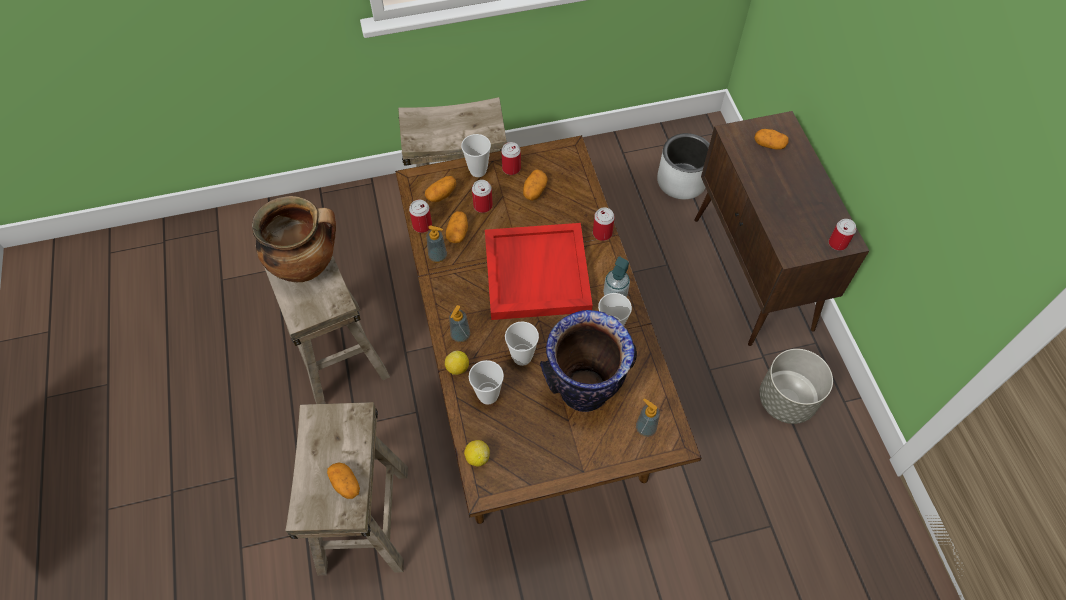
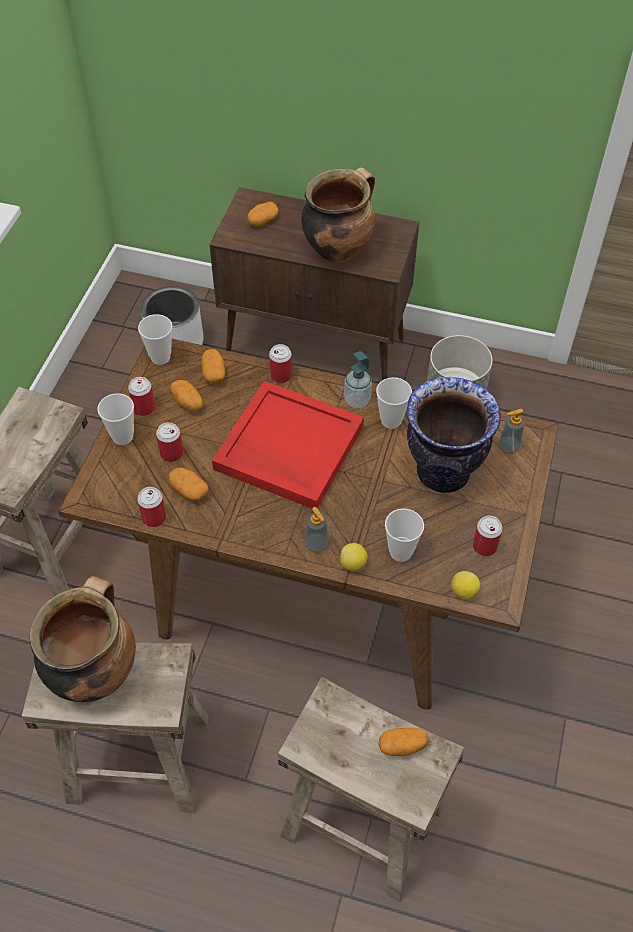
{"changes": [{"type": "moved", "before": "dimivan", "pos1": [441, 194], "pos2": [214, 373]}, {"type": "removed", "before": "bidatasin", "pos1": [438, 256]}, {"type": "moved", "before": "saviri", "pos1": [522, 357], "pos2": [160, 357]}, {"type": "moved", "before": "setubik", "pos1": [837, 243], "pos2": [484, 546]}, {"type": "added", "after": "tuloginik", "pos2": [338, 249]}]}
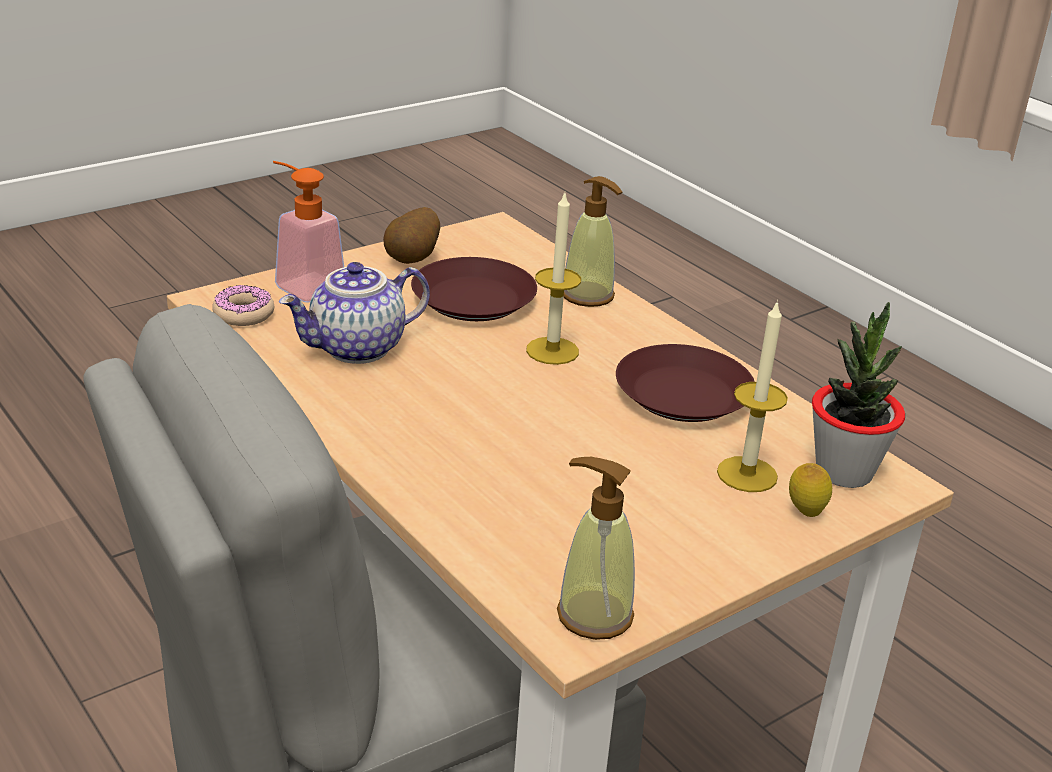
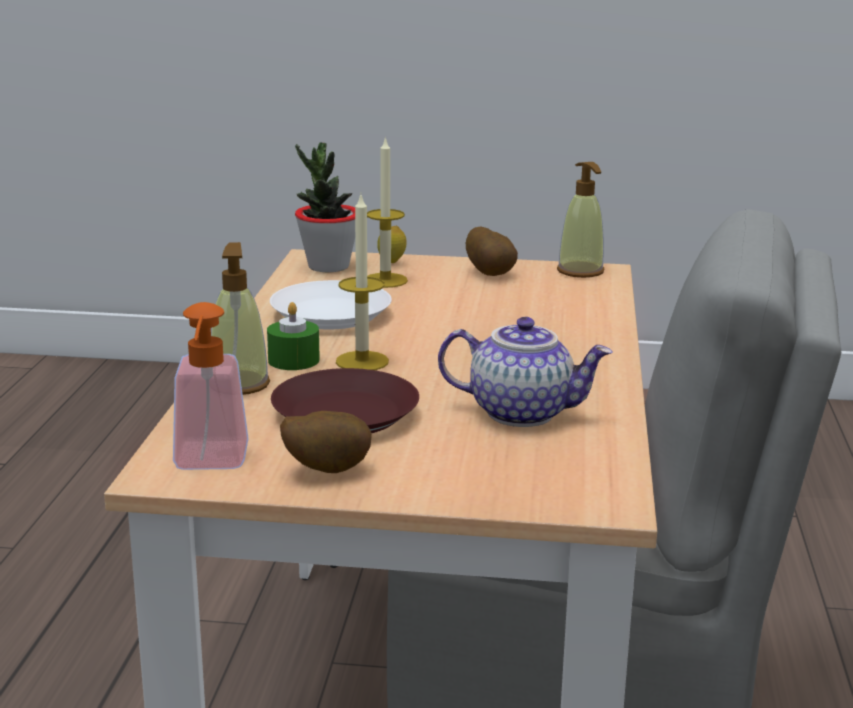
{"changes": [{"type": "removed", "before": "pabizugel", "pos1": [243, 314]}, {"type": "moved", "before": "bidatasin", "pos1": [303, 284], "pos2": [210, 464]}, {"type": "recoloured", "before": "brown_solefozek", "after": "white_solefozek", "pos1": [684, 394], "pos2": [329, 314]}, {"type": "added", "after": "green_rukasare", "pos2": [293, 360]}, {"type": "added", "after": "dimivan", "pos2": [491, 273]}]}
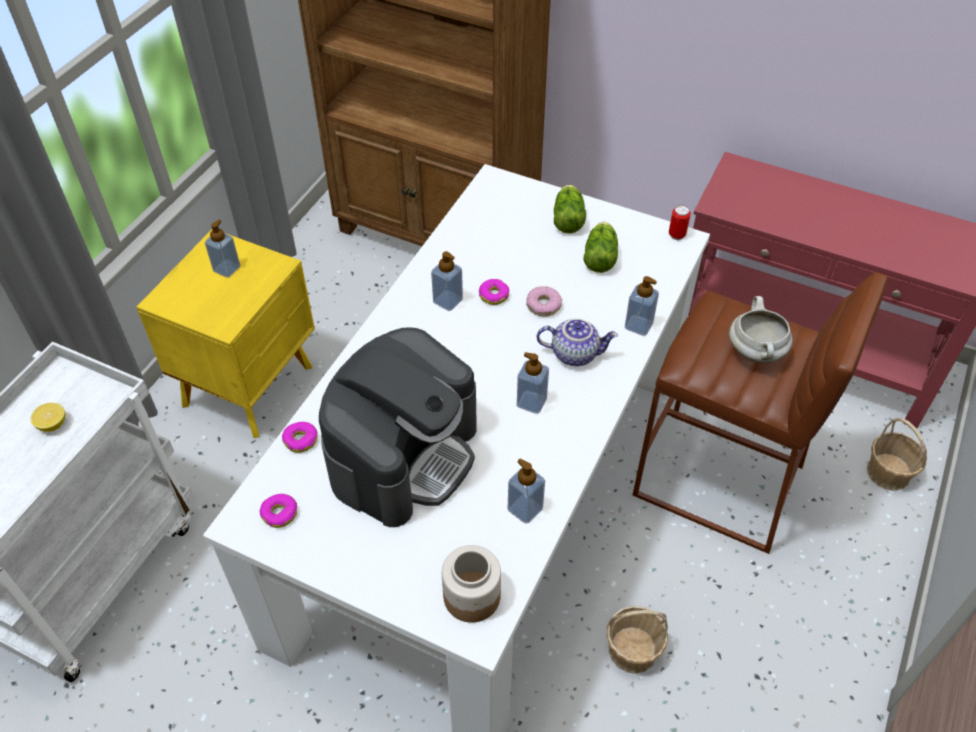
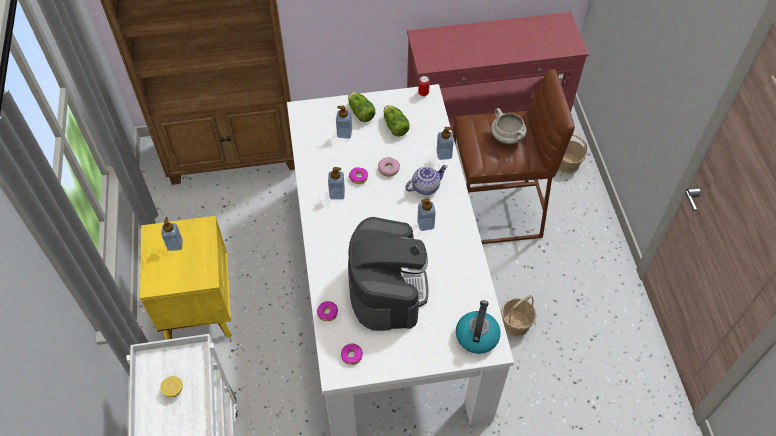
{"changes": [{"type": "replaced", "before": "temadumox", "after": "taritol", "pos1": [471, 596], "pos2": [477, 335]}, {"type": "moved", "before": "bidatasin", "pos1": [525, 509], "pos2": [344, 133]}]}
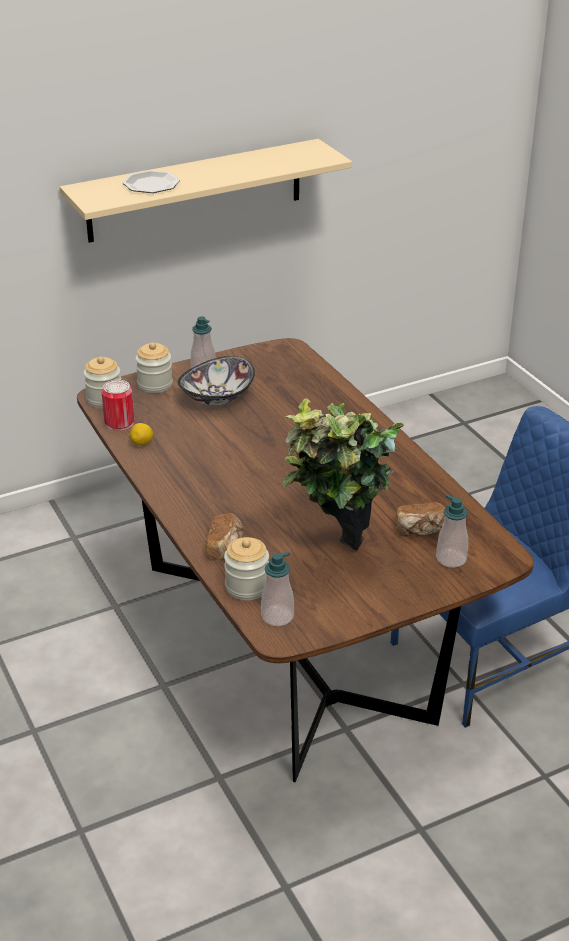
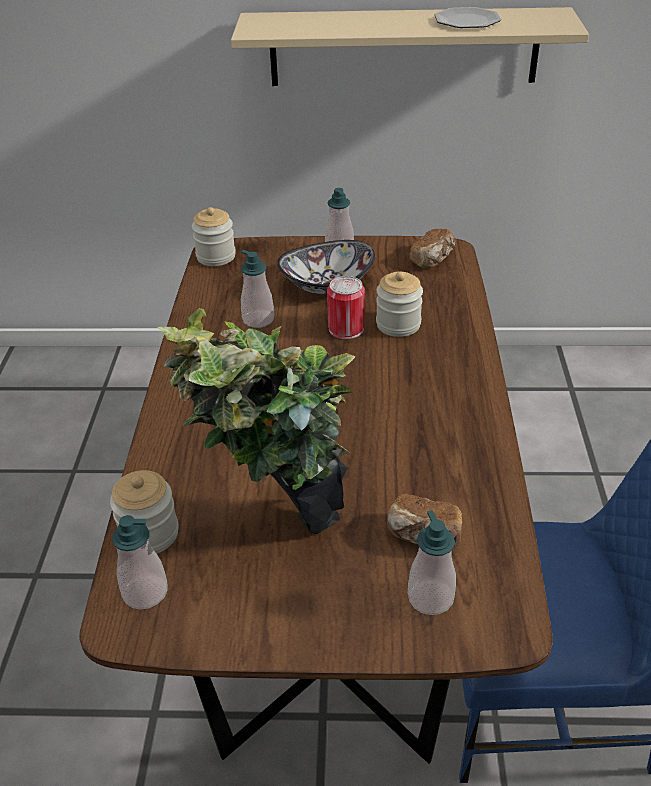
{"changes": [{"type": "moved", "before": "setubik", "pos1": [119, 422], "pos2": [346, 328]}, {"type": "moved", "before": "solefozek", "pos1": [151, 184], "pos2": [466, 21]}, {"type": "removed", "before": "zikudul", "pos1": [142, 444]}, {"type": "moved", "before": "temadumox", "pos1": [155, 385], "pos2": [398, 324]}, {"type": "moved", "before": "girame", "pos1": [225, 547], "pos2": [433, 259]}, {"type": "added", "after": "bidatasin", "pos2": [258, 319]}]}
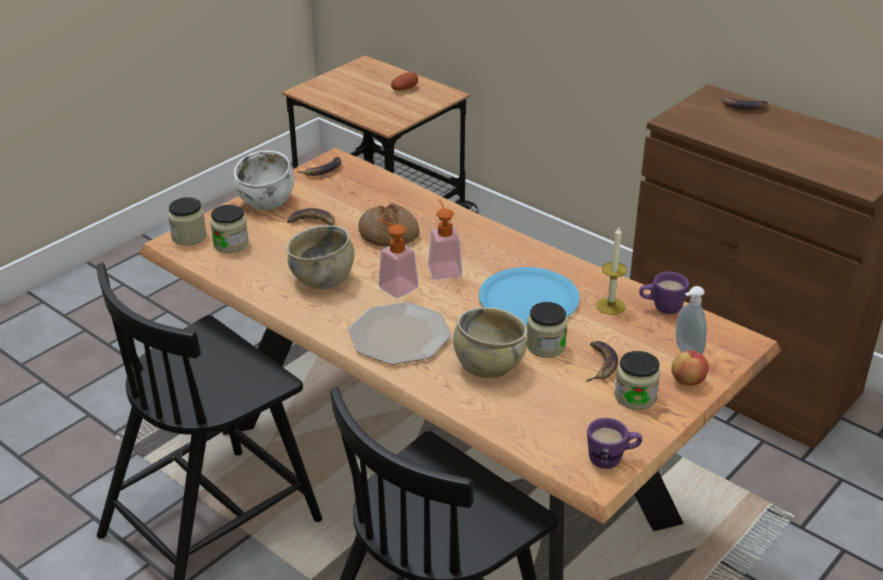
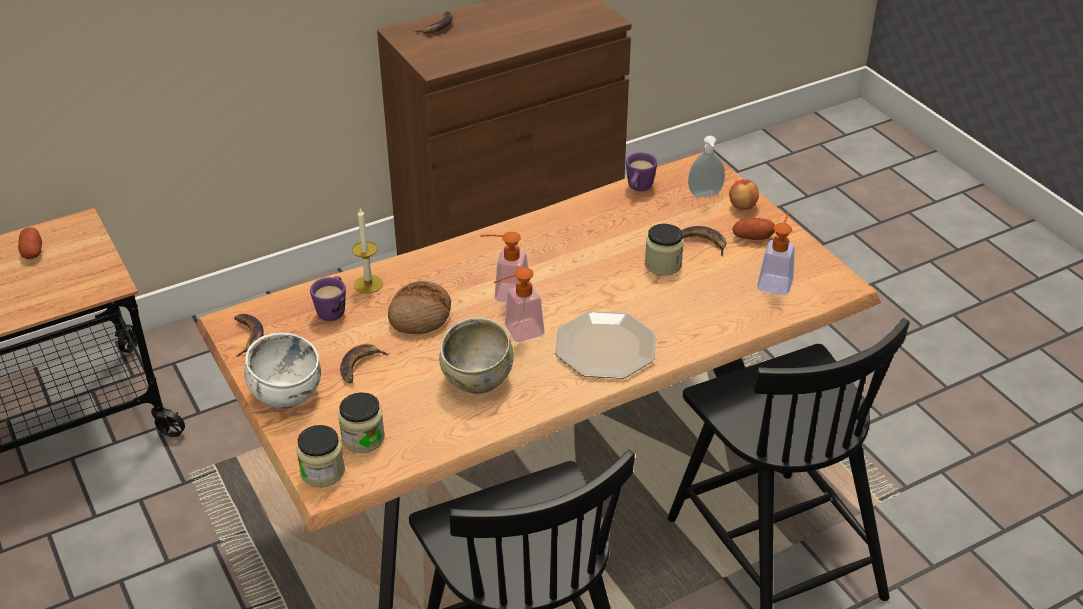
{"changes": [{"type": "removed", "before": "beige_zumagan", "pos1": [488, 365]}, {"type": "removed", "before": "blue_solefozek", "pos1": [528, 299]}, {"type": "moved", "before": "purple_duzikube", "pos1": [612, 459], "pos2": [333, 309]}, {"type": "moved", "before": "rukasare", "pos1": [610, 306], "pos2": [368, 284]}, {"type": "replaced", "before": "temadumox", "after": "dimivan", "pos1": [635, 397], "pos2": [752, 237]}, {"type": "added", "after": "bidatasin", "pos2": [776, 280]}]}
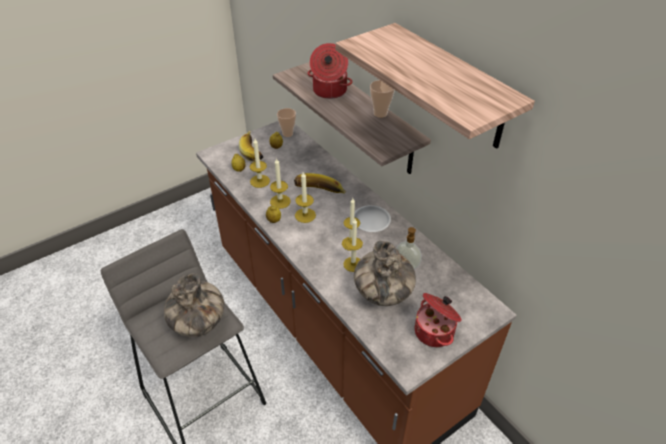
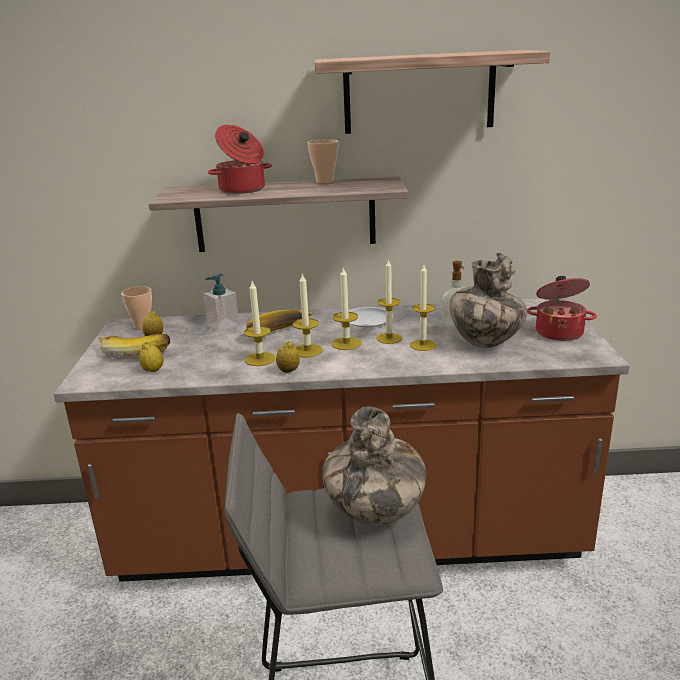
{"changes": [{"type": "moved", "before": "rukasare", "pos1": [260, 181], "pos2": [346, 343]}, {"type": "added", "after": "bidatasin", "pos2": [223, 325]}]}
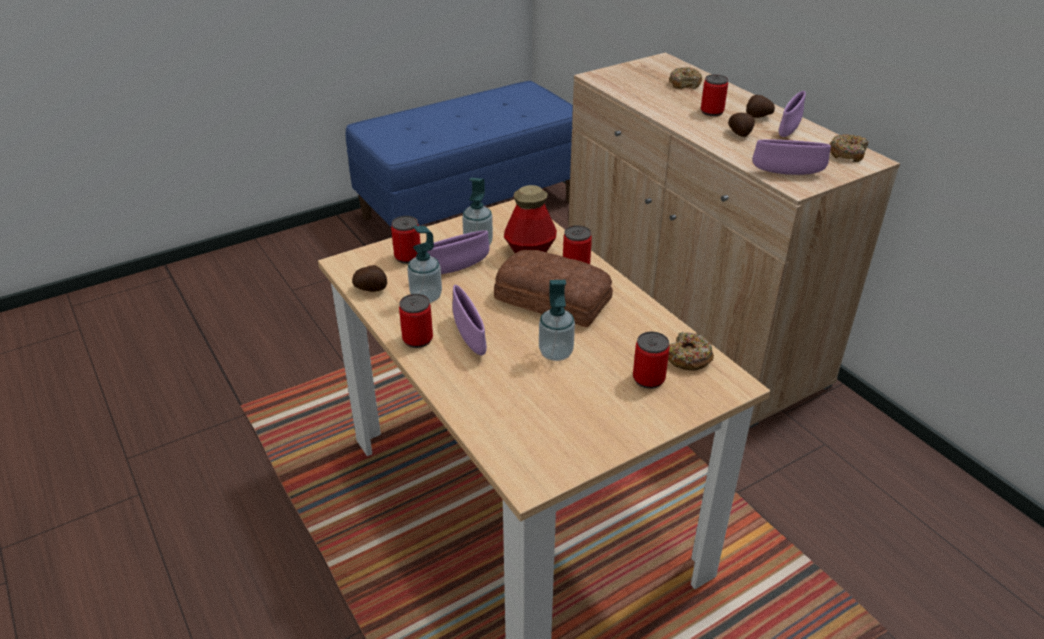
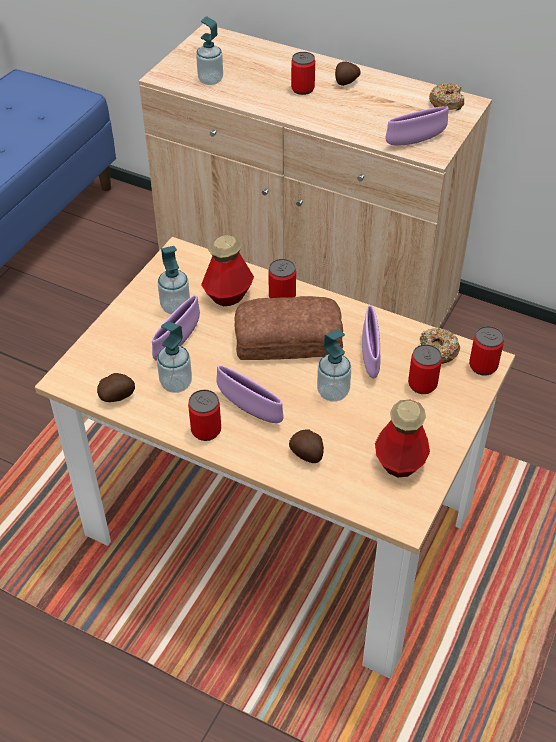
{"changes": [{"type": "moved", "before": "setubik", "pos1": [408, 257], "pos2": [483, 366]}, {"type": "removed", "before": "pabizugel", "pos1": [684, 84]}, {"type": "moved", "before": "dimivan", "pos1": [740, 134], "pos2": [307, 454]}, {"type": "moved", "before": "purple_zumagan", "pos1": [789, 130], "pos2": [370, 356]}, {"type": "added", "after": "bidatasin", "pos2": [210, 80]}, {"type": "added", "after": "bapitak", "pos2": [400, 462]}]}
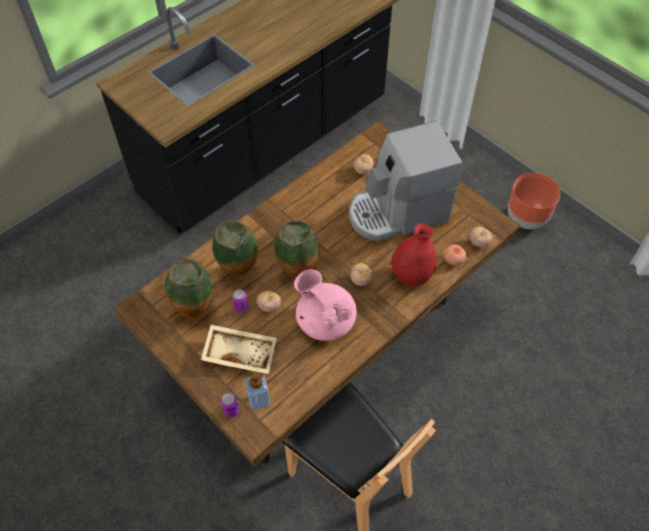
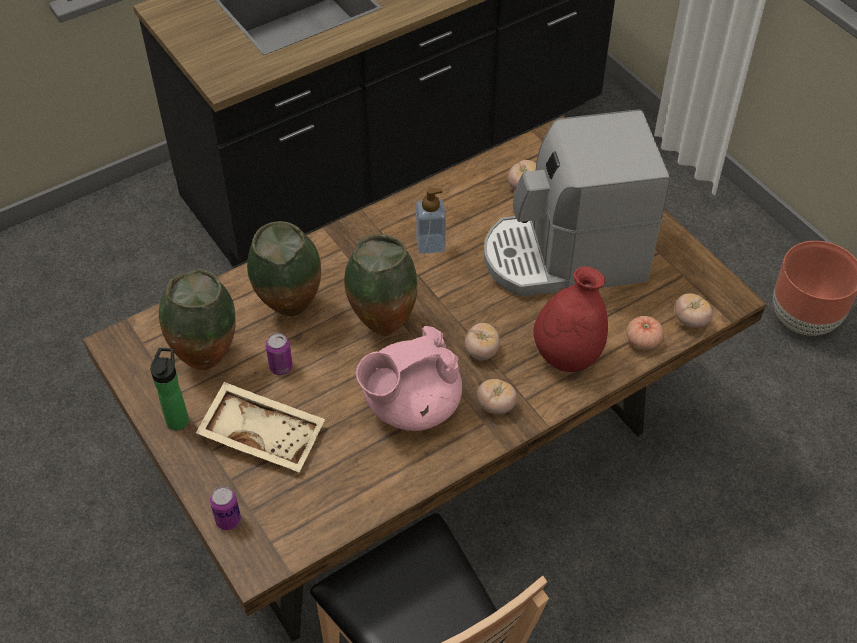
{"changes": [{"type": "moved", "before": "bidatasin", "pos1": [259, 399], "pos2": [430, 244]}, {"type": "moved", "before": "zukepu", "pos1": [269, 306], "pos2": [496, 406]}, {"type": "turned", "before": "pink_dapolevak", "pos1": [325, 321], "pos2": [410, 405], "turn": -90}, {"type": "added", "after": "bapitak", "pos2": [178, 418]}]}
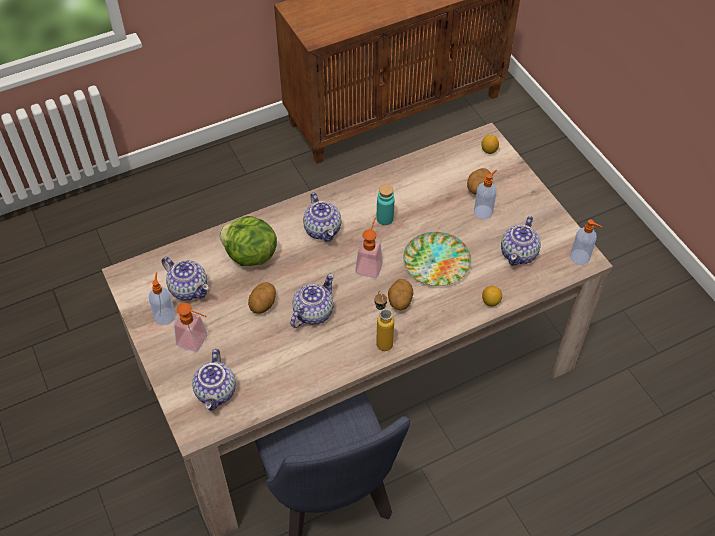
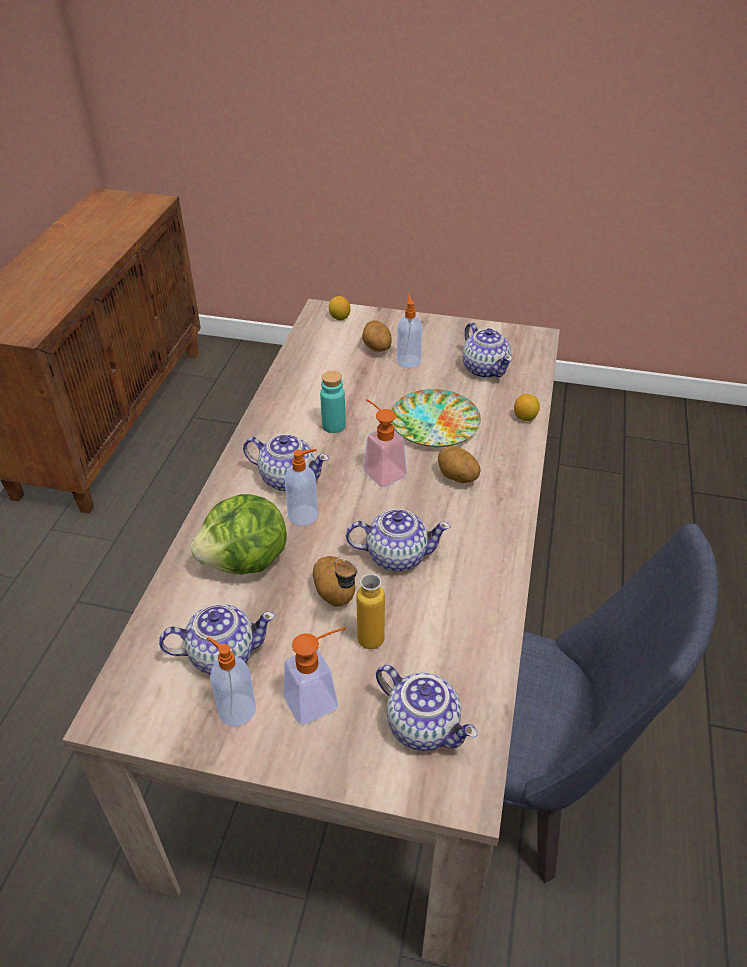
{"changes": [{"type": "turned", "before": "dapolevak", "pos1": [312, 313], "pos2": [396, 555], "turn": 105}, {"type": "moved", "before": "bapitak", "pos1": [382, 339], "pos2": [360, 636]}, {"type": "moved", "before": "bidatasin", "pos1": [580, 257], "pos2": [304, 515]}]}
